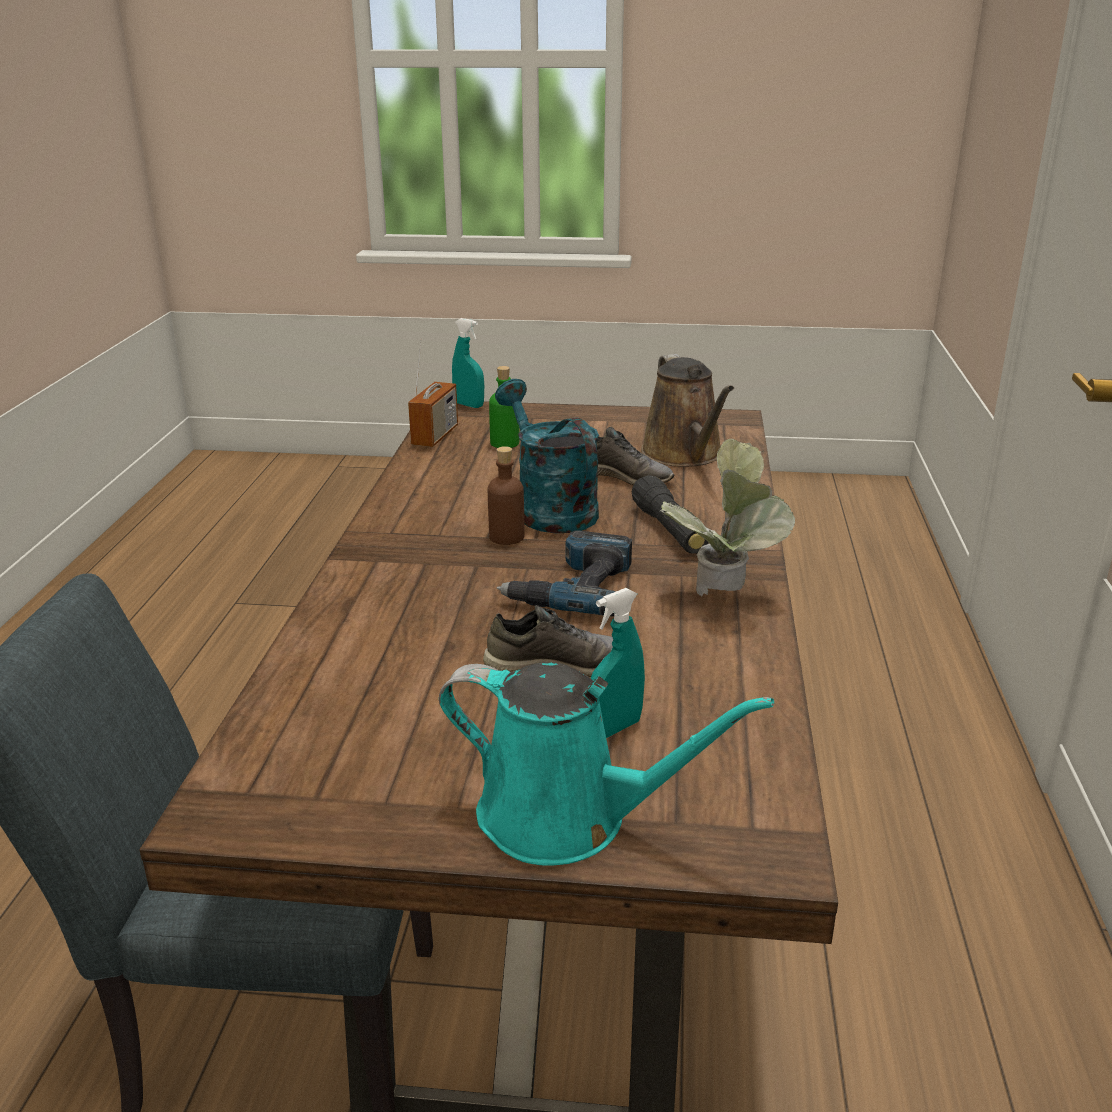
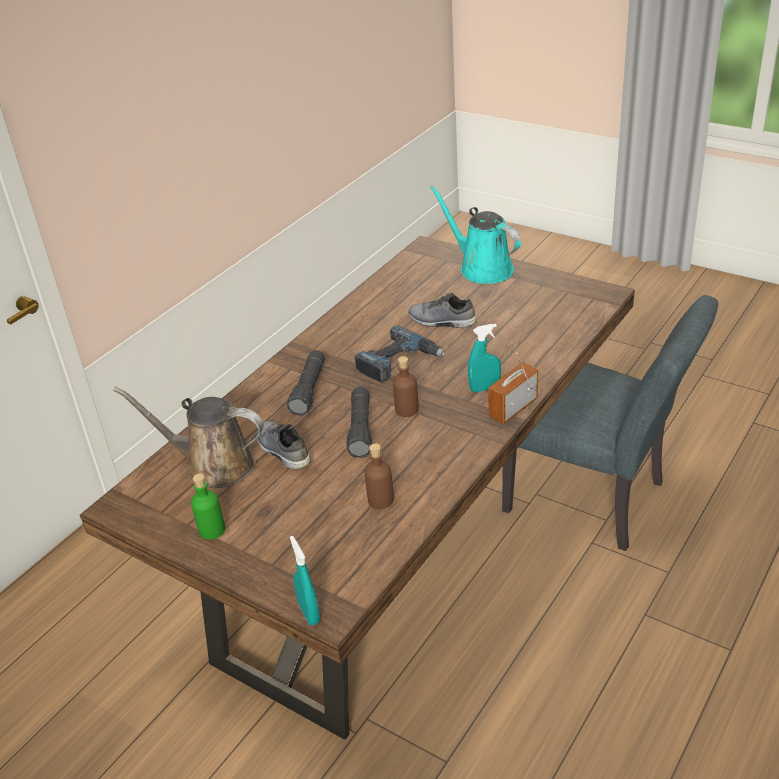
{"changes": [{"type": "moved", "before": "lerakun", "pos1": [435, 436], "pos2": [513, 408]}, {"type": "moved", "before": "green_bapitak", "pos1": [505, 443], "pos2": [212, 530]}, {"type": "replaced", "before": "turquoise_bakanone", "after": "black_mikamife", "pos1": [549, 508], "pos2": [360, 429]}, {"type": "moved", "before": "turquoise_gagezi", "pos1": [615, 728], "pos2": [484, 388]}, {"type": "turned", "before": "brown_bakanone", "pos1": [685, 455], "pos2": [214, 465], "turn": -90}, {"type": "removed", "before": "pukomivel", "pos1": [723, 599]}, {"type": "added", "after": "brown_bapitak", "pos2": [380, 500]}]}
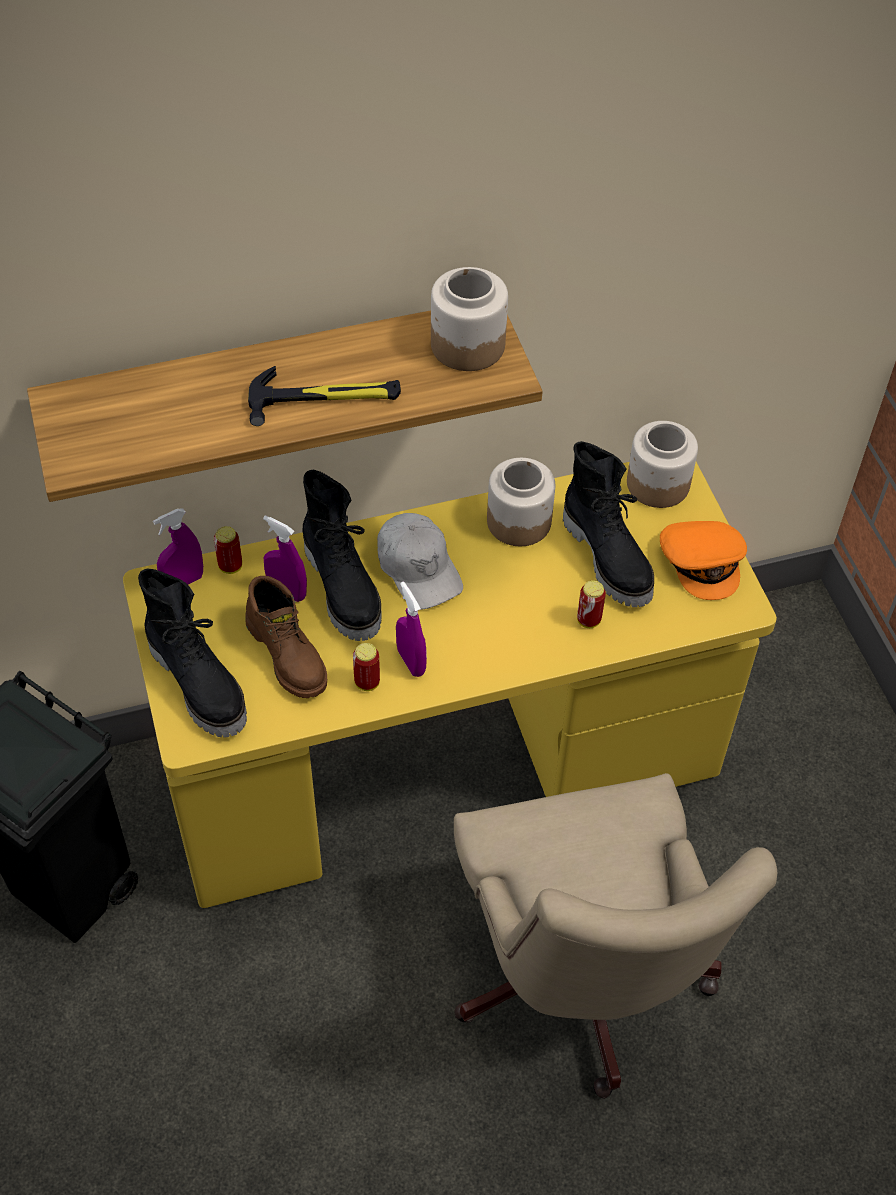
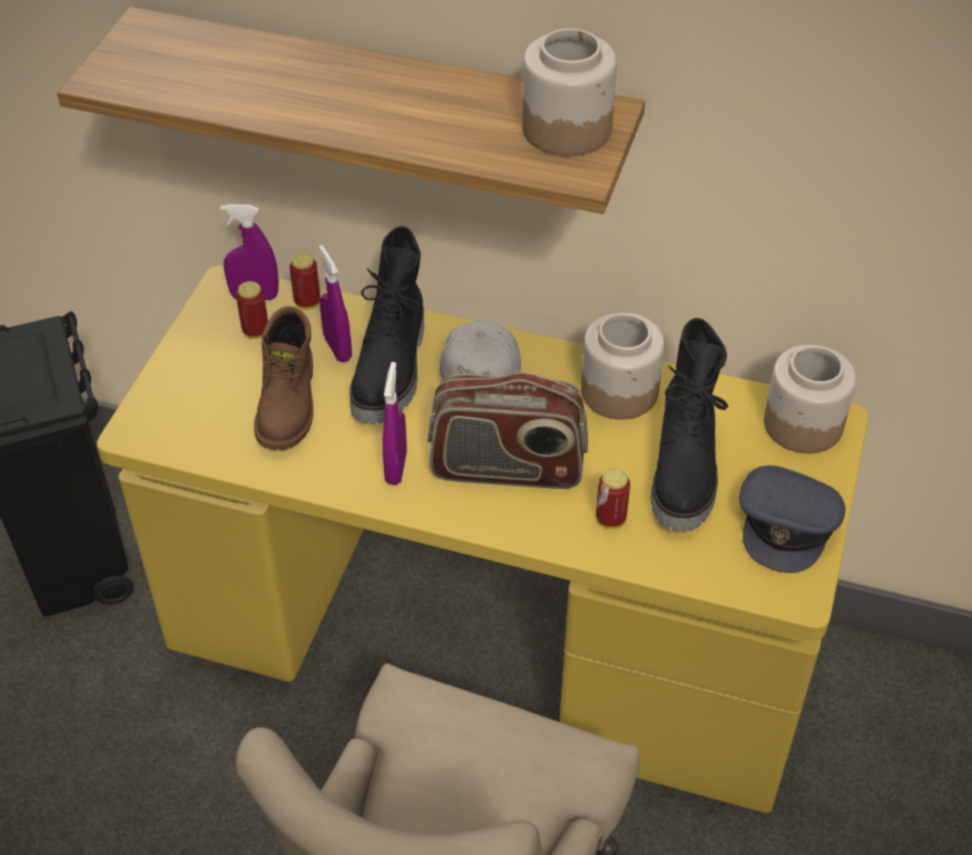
{"changes": [{"type": "removed", "before": "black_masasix", "pos1": [200, 684]}, {"type": "removed", "before": "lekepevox", "pos1": [325, 397]}, {"type": "moved", "before": "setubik", "pos1": [367, 682], "pos2": [255, 331]}, {"type": "recoloured", "before": "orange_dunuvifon", "after": "grey_dunuvifon", "pos1": [702, 562], "pos2": [787, 524]}, {"type": "added", "after": "lerakun", "pos2": [507, 468]}]}
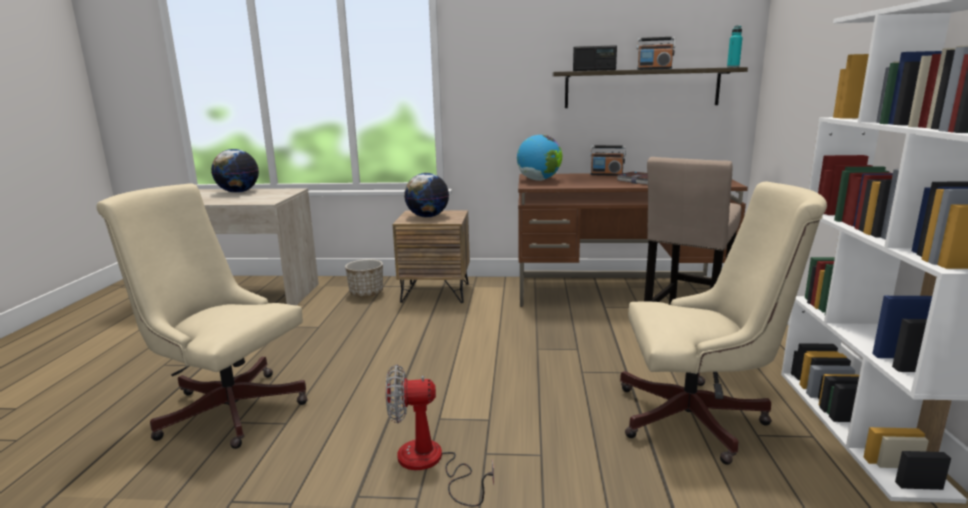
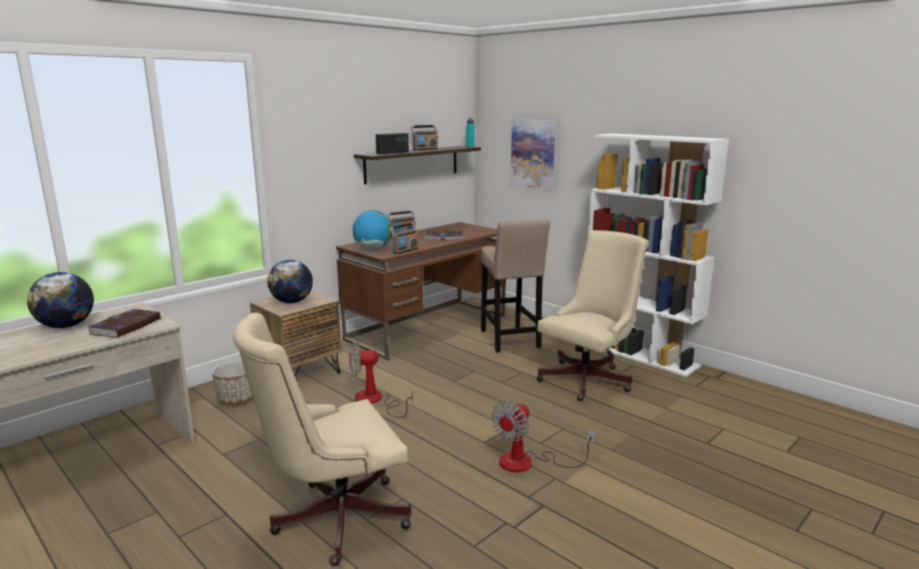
{"changes": [{"type": "added", "after": "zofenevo", "pos2": [126, 326]}, {"type": "added", "after": "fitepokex", "pos2": [375, 401]}, {"type": "added", "after": "lerakun", "pos2": [405, 251]}, {"type": "added", "after": "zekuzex", "pos2": [533, 154]}]}
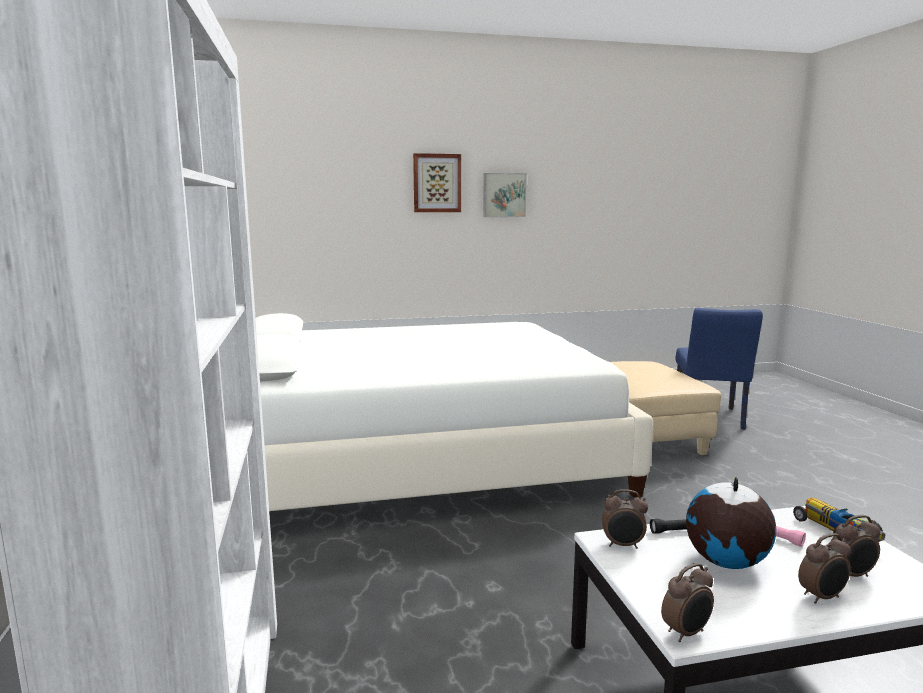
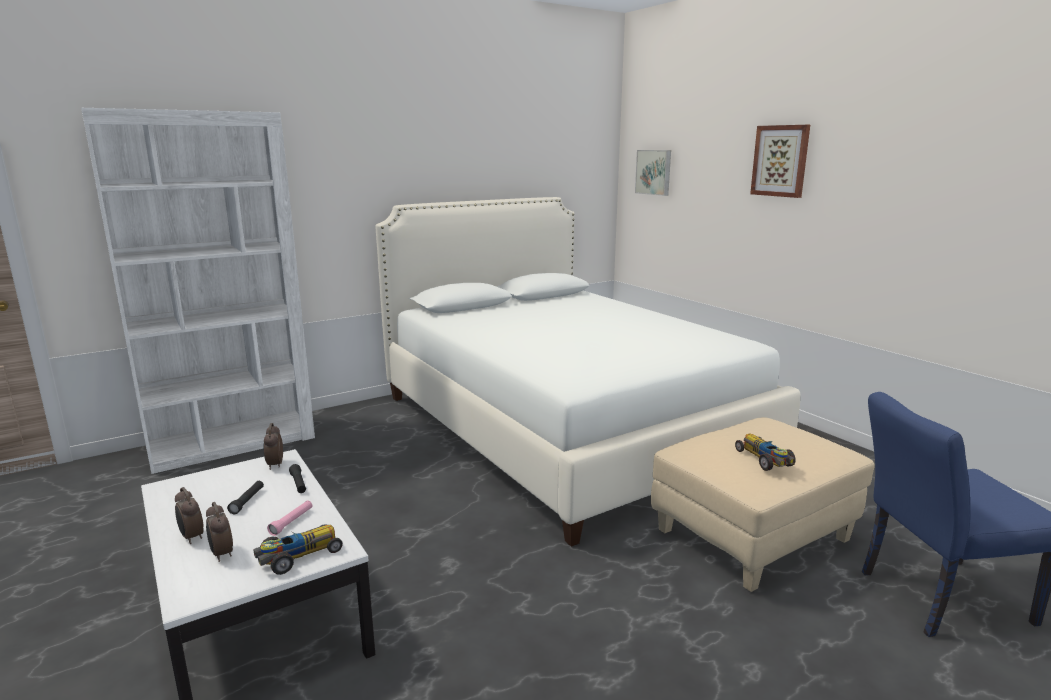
{"changes": [{"type": "moved", "before": "zekuzex", "pos1": [504, 195], "pos2": [654, 172]}, {"type": "removed", "before": "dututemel", "pos1": [686, 633]}, {"type": "replaced", "before": "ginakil", "after": "black_mikamife", "pos1": [725, 562], "pos2": [247, 501]}, {"type": "added", "after": "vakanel", "pos2": [765, 460]}]}
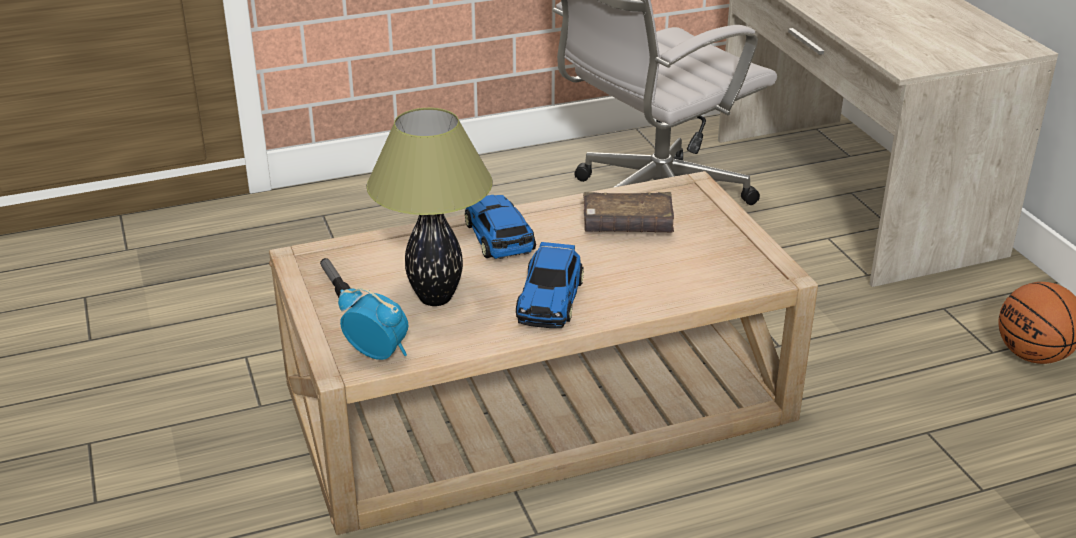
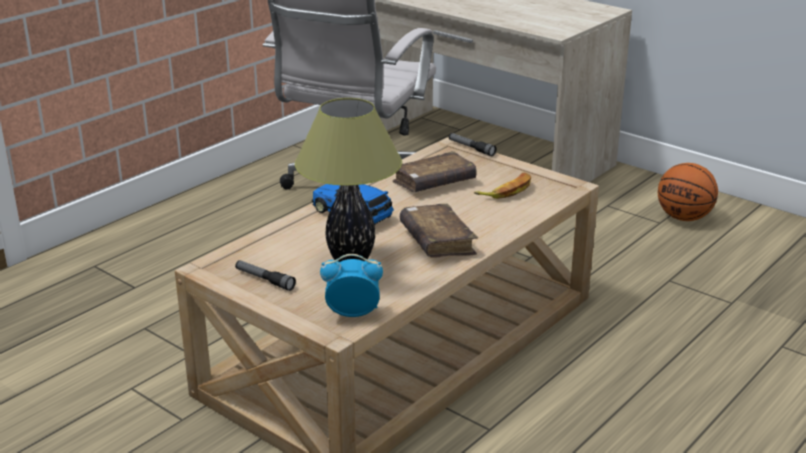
{"changes": [{"type": "replaced", "before": "vakanel", "after": "brown_zofenevo", "pos1": [550, 298], "pos2": [437, 241]}, {"type": "added", "after": "mikamife", "pos2": [471, 148]}, {"type": "added", "after": "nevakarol", "pos2": [506, 191]}]}
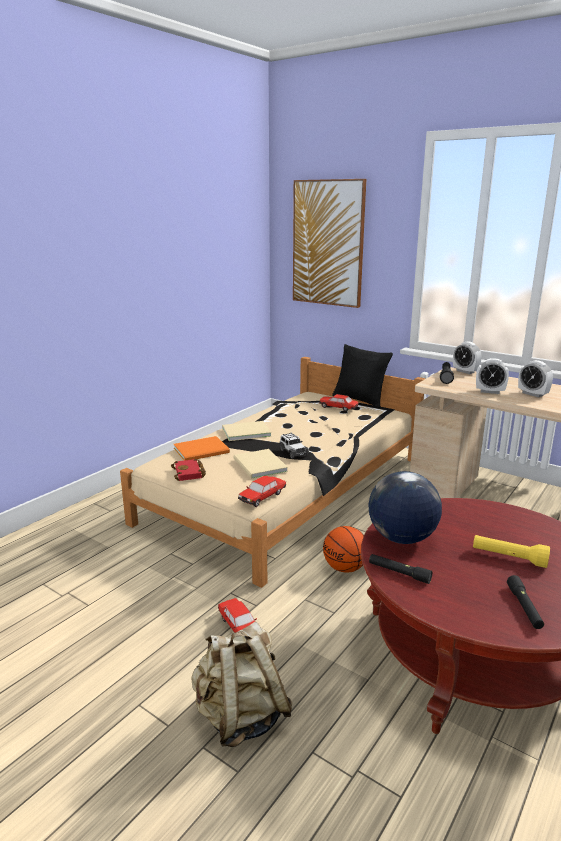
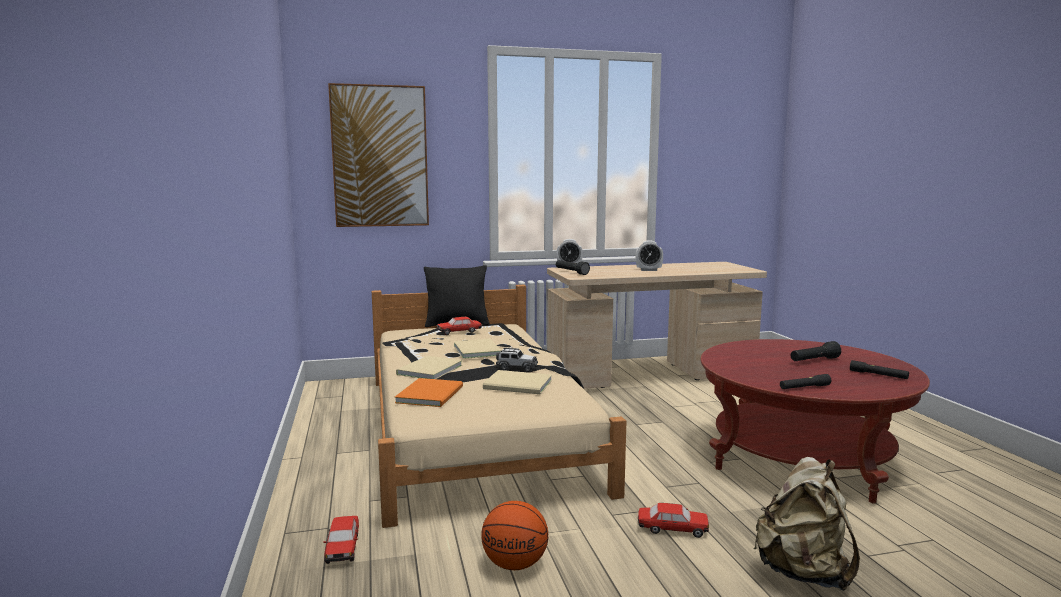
{"changes": [{"type": "removed", "before": "red_zofenevo", "pos1": [190, 473]}, {"type": "moved", "before": "vakanel", "pos1": [262, 497], "pos2": [343, 547]}, {"type": "moved", "before": "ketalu", "pos1": [345, 568], "pos2": [515, 564]}, {"type": "removed", "before": "ginakil", "pos1": [401, 538]}, {"type": "recoloured", "before": "yellow_mikamife", "after": "black_mikamife", "pos1": [508, 558], "pos2": [814, 361]}, {"type": "removed", "before": "dututemel", "pos1": [490, 391]}, {"type": "added", "after": "beige_zofenevo", "pos2": [478, 350]}]}
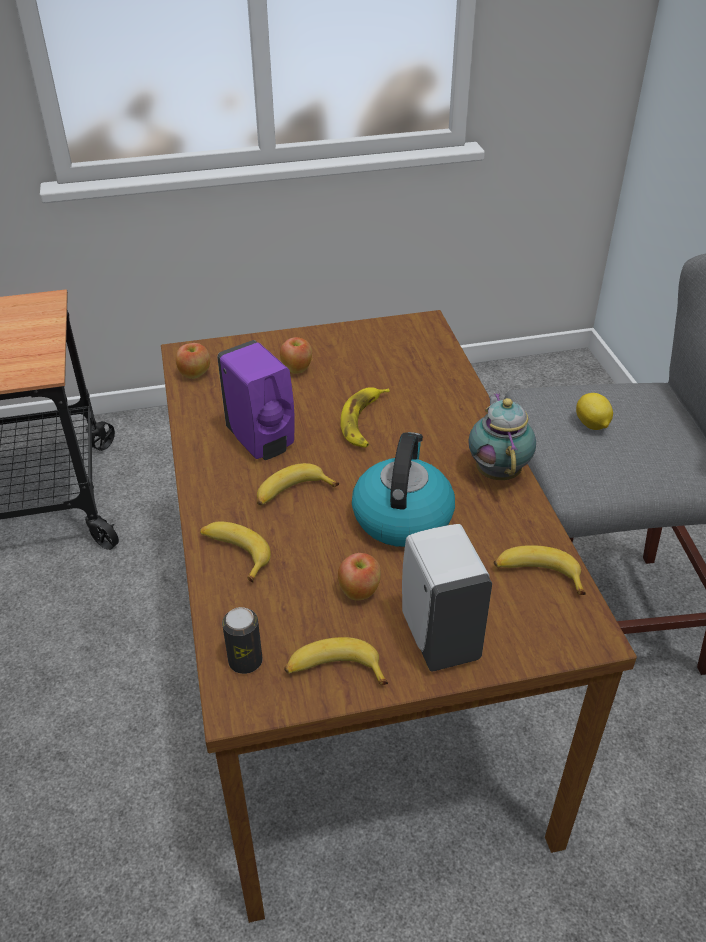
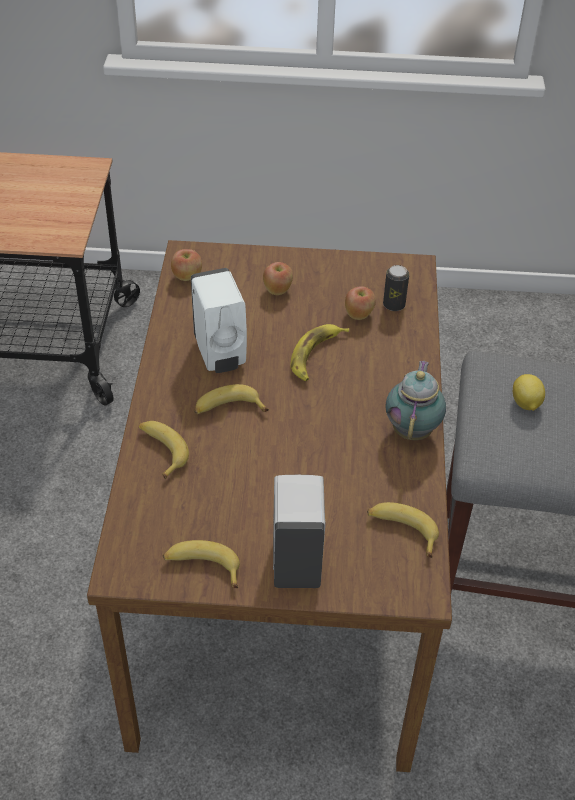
{"changes": [{"type": "recoloured", "before": "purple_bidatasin", "after": "white_bidatasin", "pos1": [262, 442], "pos2": [220, 355]}, {"type": "moved", "before": "setubik", "pos1": [245, 661], "pos2": [394, 305]}, {"type": "moved", "before": "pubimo", "pos1": [360, 591], "pos2": [359, 315]}, {"type": "removed", "before": "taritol", "pos1": [402, 516]}]}
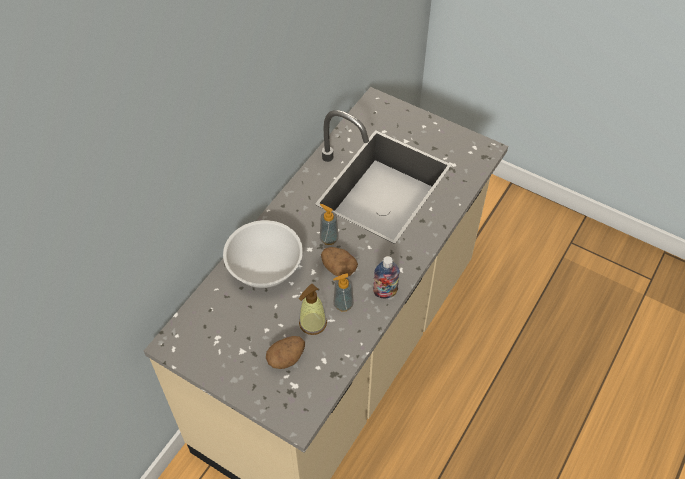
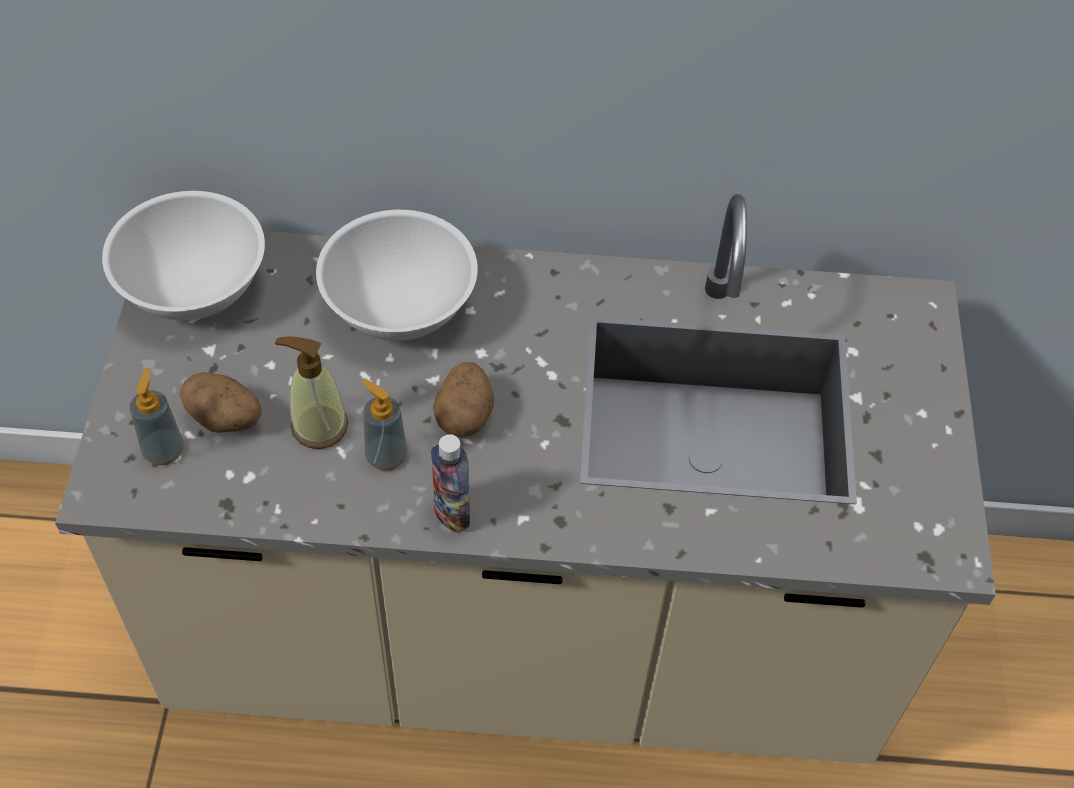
{"changes": [{"type": "moved", "before": "bidatasin", "pos1": [329, 238], "pos2": [164, 450]}, {"type": "added", "after": "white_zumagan", "pos2": [193, 286]}]}
